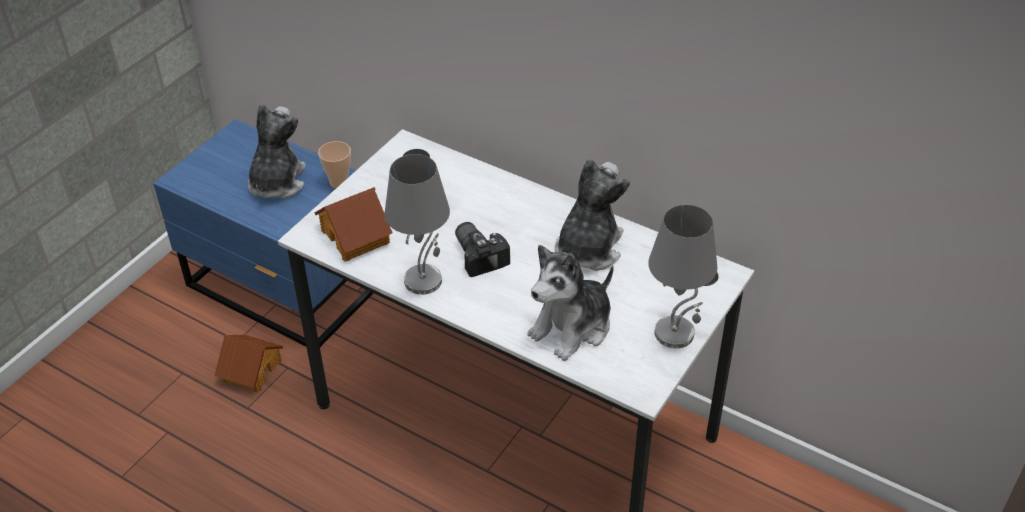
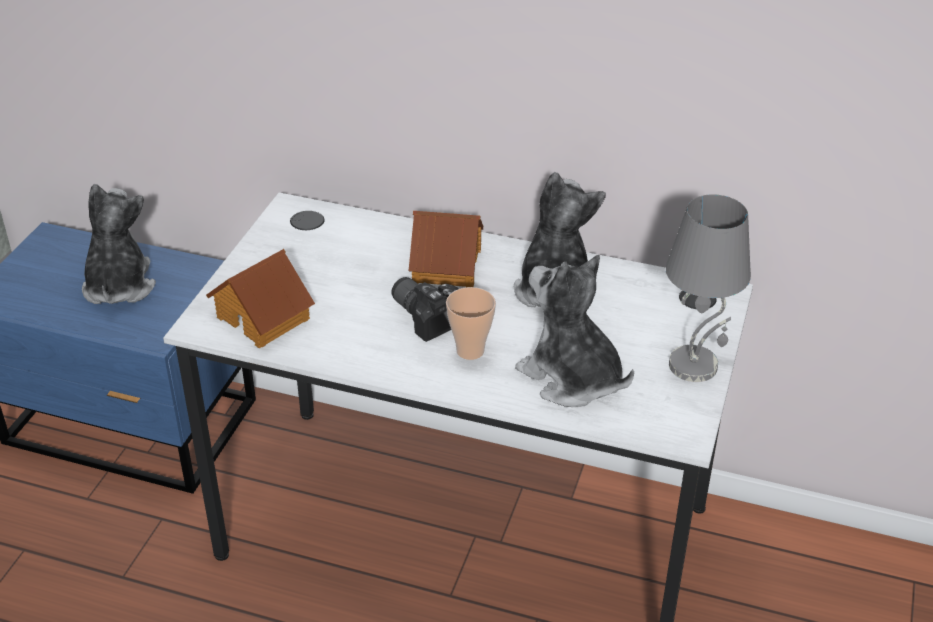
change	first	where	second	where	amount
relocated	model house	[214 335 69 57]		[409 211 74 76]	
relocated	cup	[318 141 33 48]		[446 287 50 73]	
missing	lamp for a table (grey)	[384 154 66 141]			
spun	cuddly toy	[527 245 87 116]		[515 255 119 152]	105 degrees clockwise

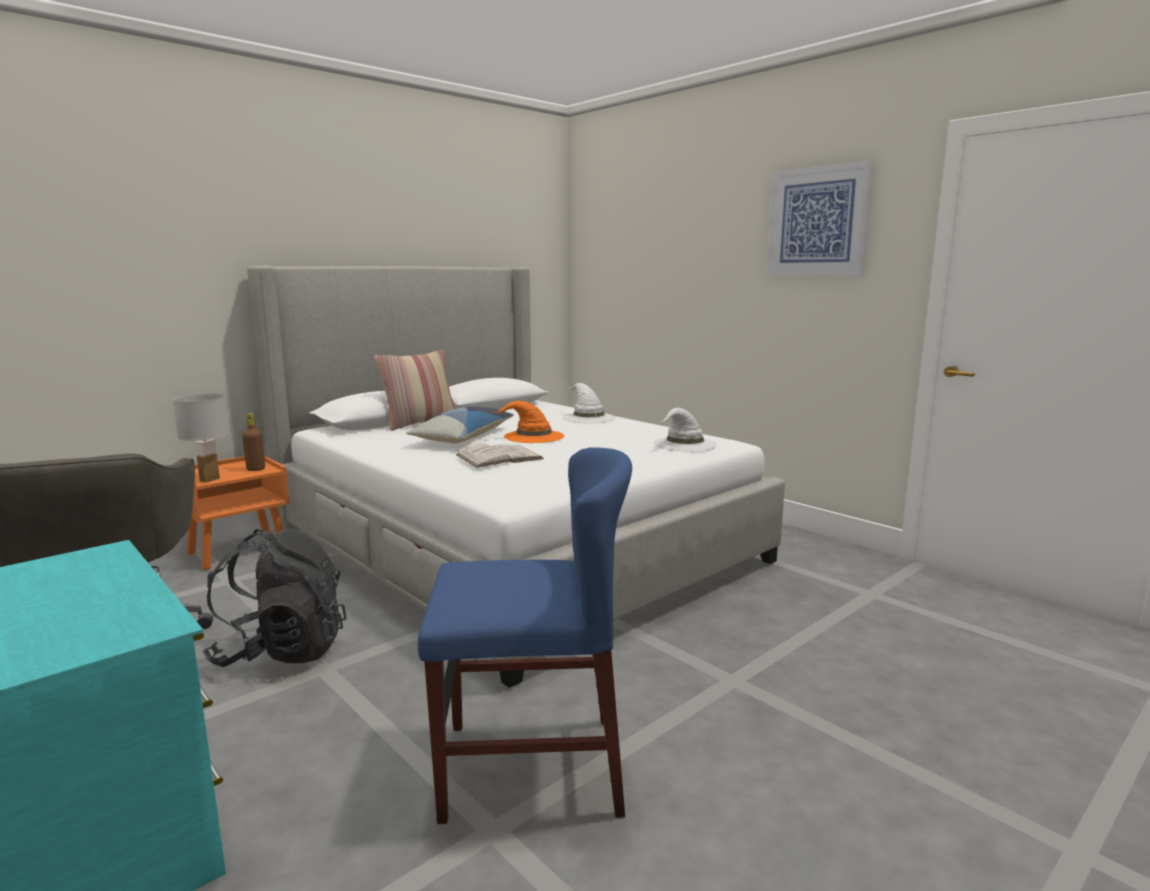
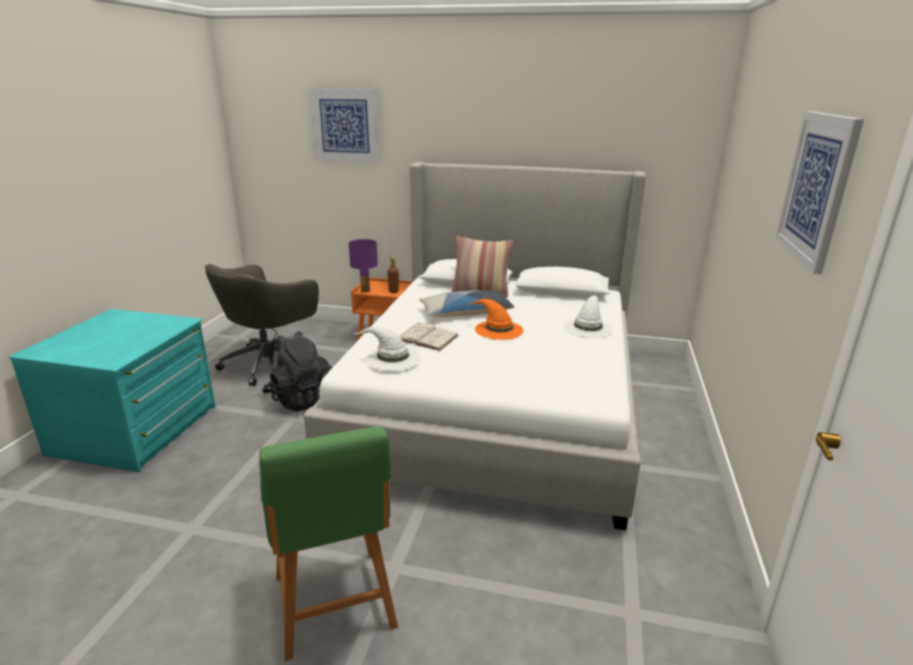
change	first	where	second	where	amount
colour	lamp for a table (whitish)	[173 393 57 89]	lamp for a table (purple-coloured)	[349 239 29 53]	
missing	plain chair (blue-coloured)	[418 447 214 377]			
relocated	hat (whitish)	[654 408 63 43]		[354 326 67 45]	
appeared			plain chair (green)	[259 426 139 235]	
appeared			picture	[309 88 70 75]	

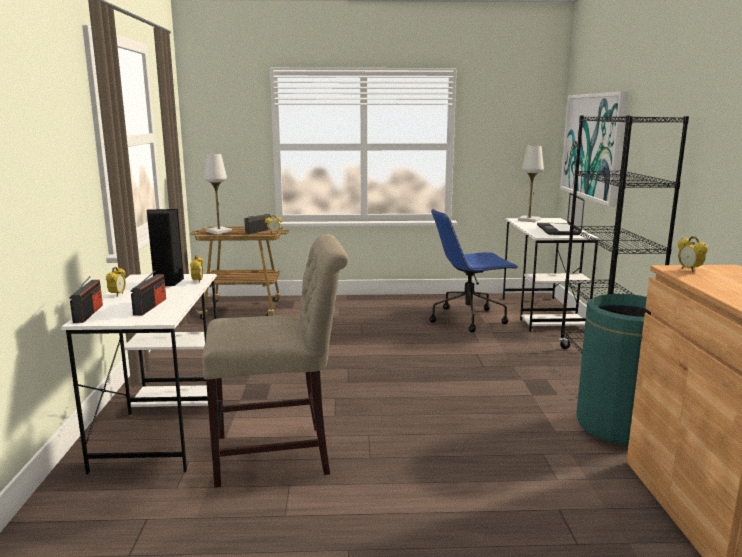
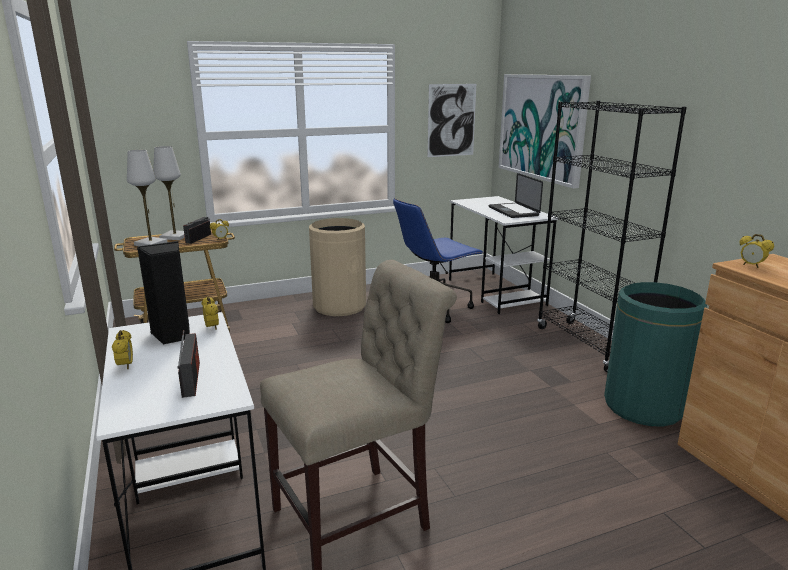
change	first	where	second	where	amount
missing	radio receiver	[70 276 33 47]			
relocated	lamp for a table (whitish)	[518 145 26 77]		[153 146 32 94]	
appeared			rubbish bin (sand-coloured)	[309 218 57 98]	
appeared			picture	[427 84 49 73]	

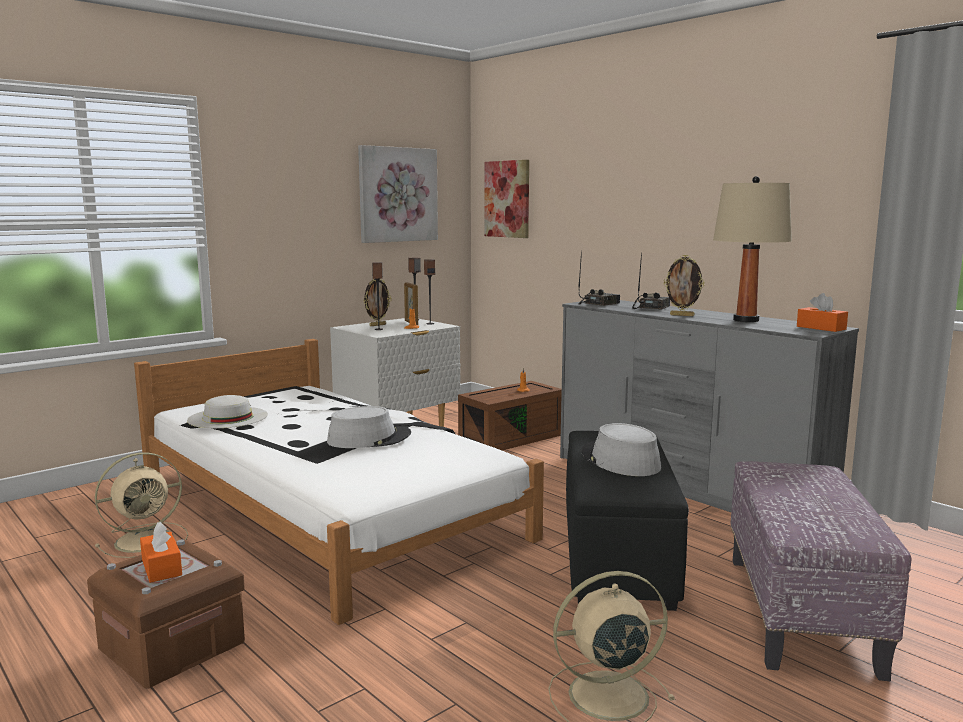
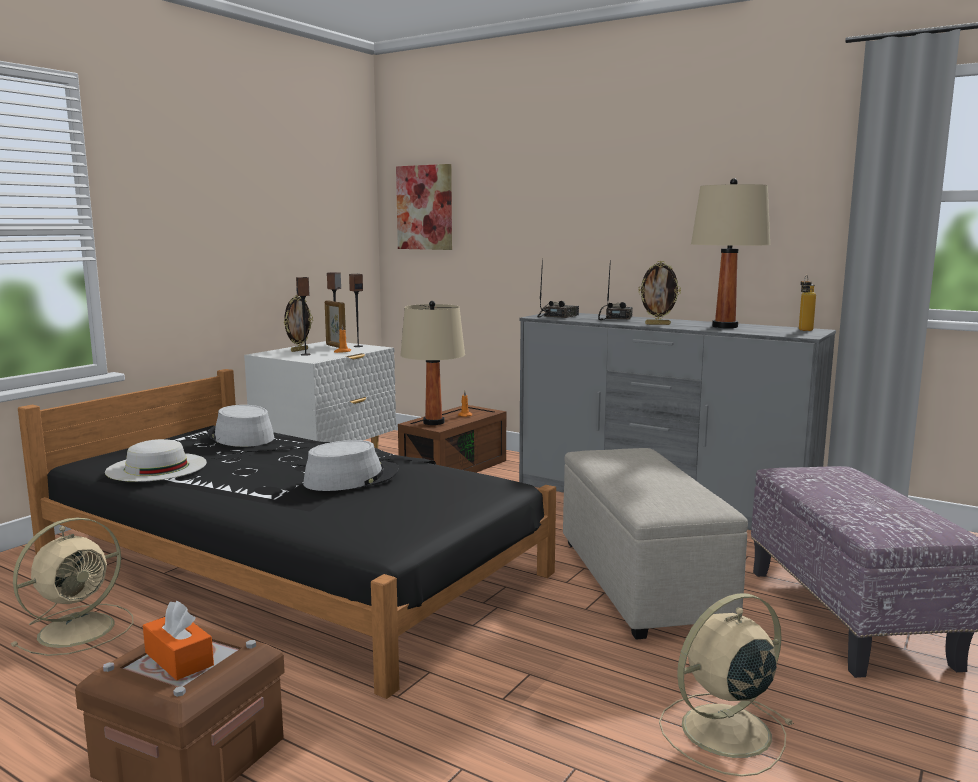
change	first	where	second	where	amount
colour	bed (whitish)	[134 339 410 286]	bed (black-coloured)	[18 369 538 330]	
missing	picture	[358 145 80 98]			
colour	ottoman (black-coloured)	[566 431 123 180]	ottoman (sand-coloured)	[563 448 185 192]	
relocated	hat (grey)	[582 423 79 53]		[208 405 66 42]	
exchanged	tissue box (orangey)	[797 293 51 39]	drink bottle	[799 275 17 56]	
appeared			lamp for a table (sand-coloured)	[400 301 65 124]	

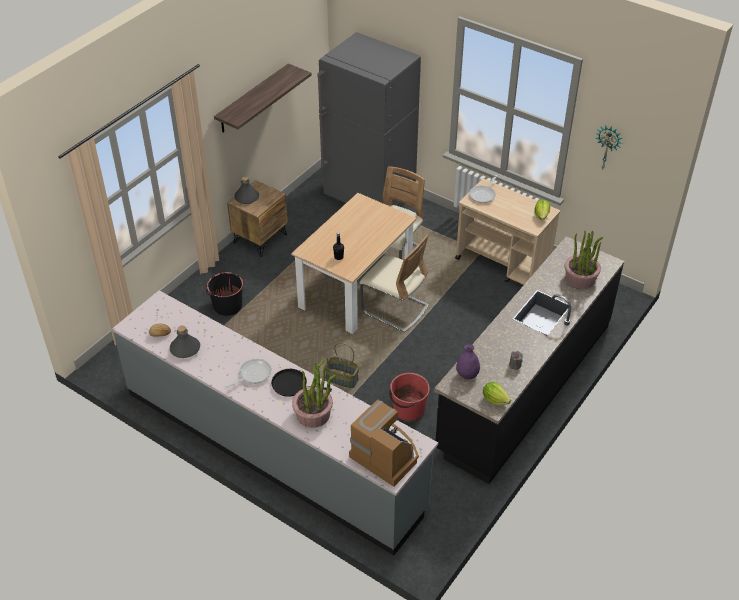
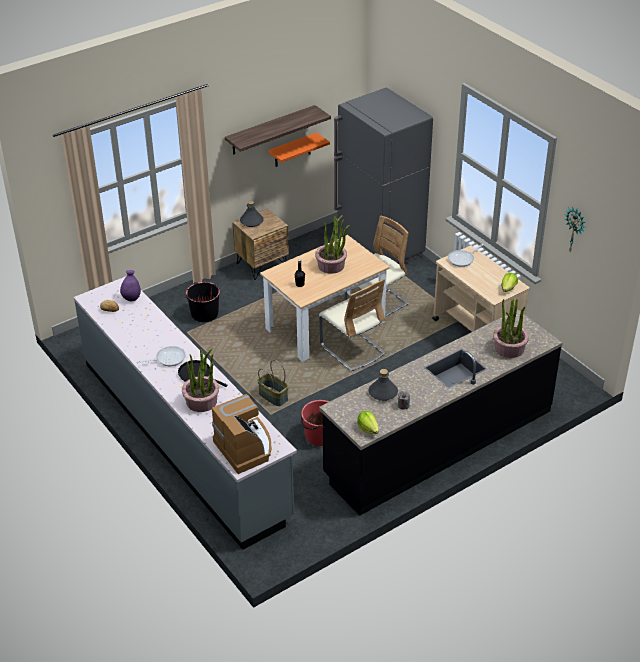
change	first	where	second	where	amount
relocated	drink bottle (grey)	[170 326 30 32]		[369 369 29 32]	
relocated	vase (purple-coloured)	[456 344 24 36]		[120 270 21 31]	
appeared			bracket shelf (orangey)	[268 132 62 35]	
appeared			plant in a pot	[315 215 35 59]	

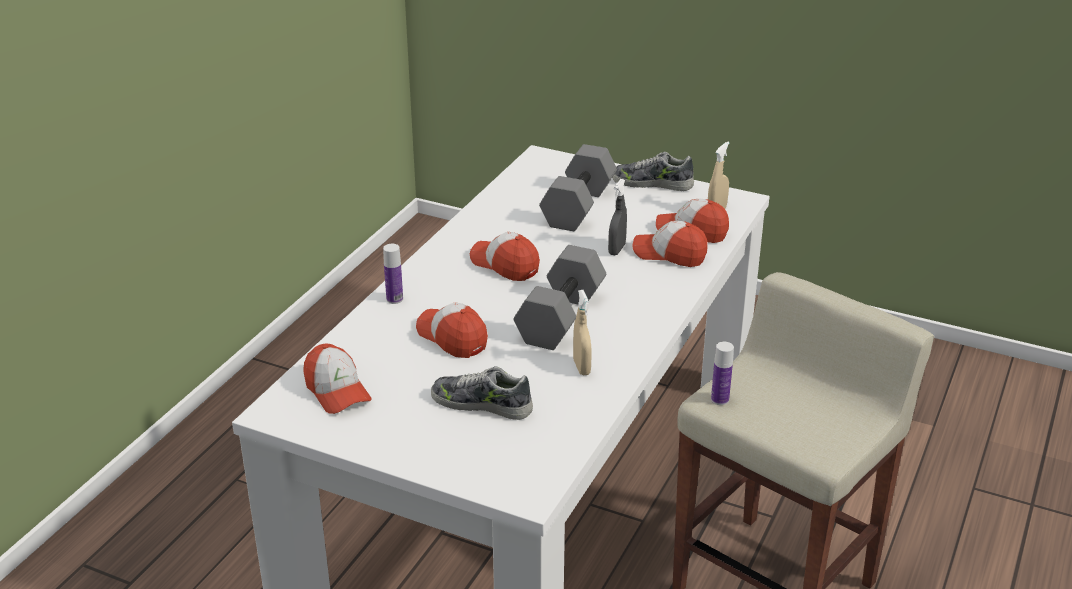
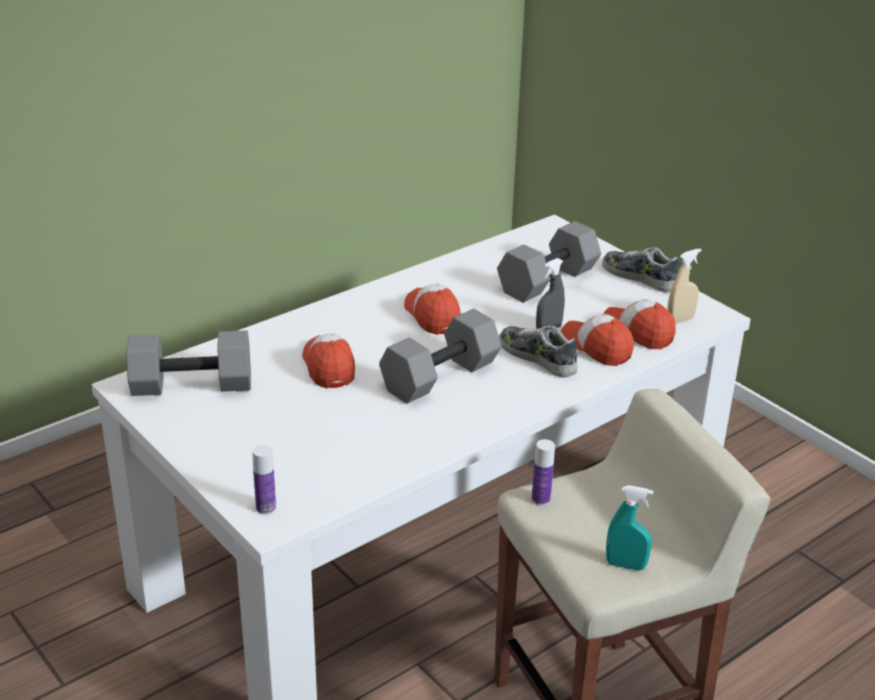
change	first	where	second	where	amount
exchanged	baseball cap	[303 343 69 71]	hand weight (grey)	[126 330 125 66]	
relocated	drink bottle	[383 244 20 60]		[252 445 24 70]	
relocated	shoe	[431 366 102 54]		[499 326 79 51]	
missing	spray bottle (sand-coloured)	[573 290 19 85]			
appeared			spray bottle (turquoise)	[606 485 47 86]	

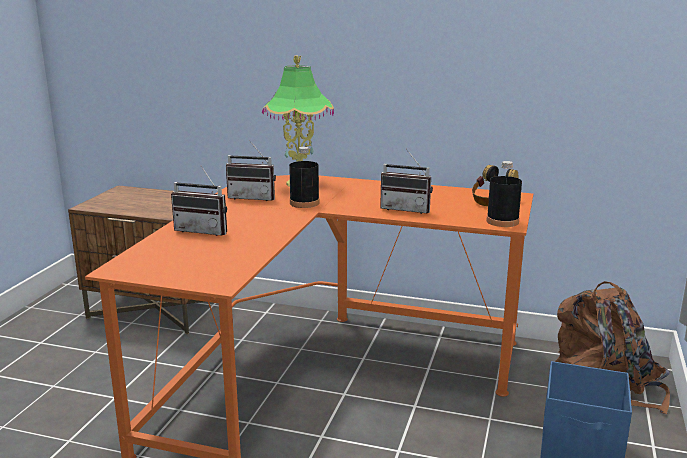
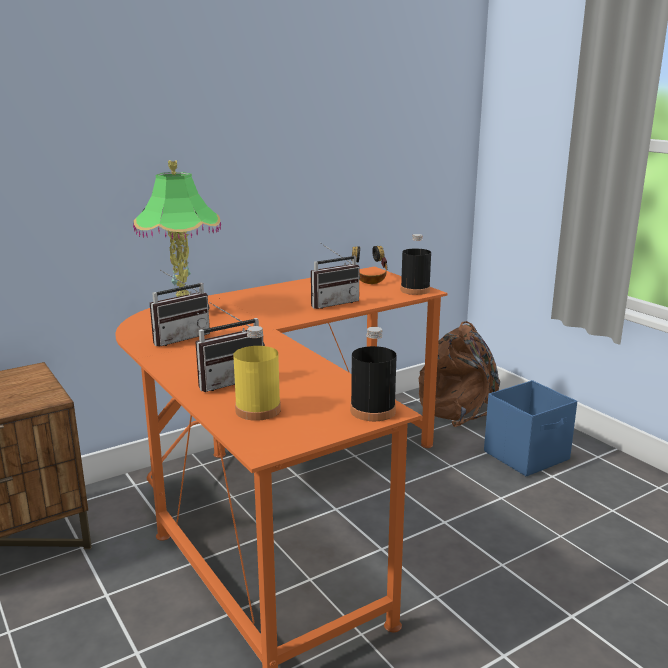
change	first	where	second	where	amount
relocated	drink bottle (black-coloured)	[289 147 30 61]		[350 327 47 94]	
appeared			drink bottle (yellow)	[233 326 48 95]	

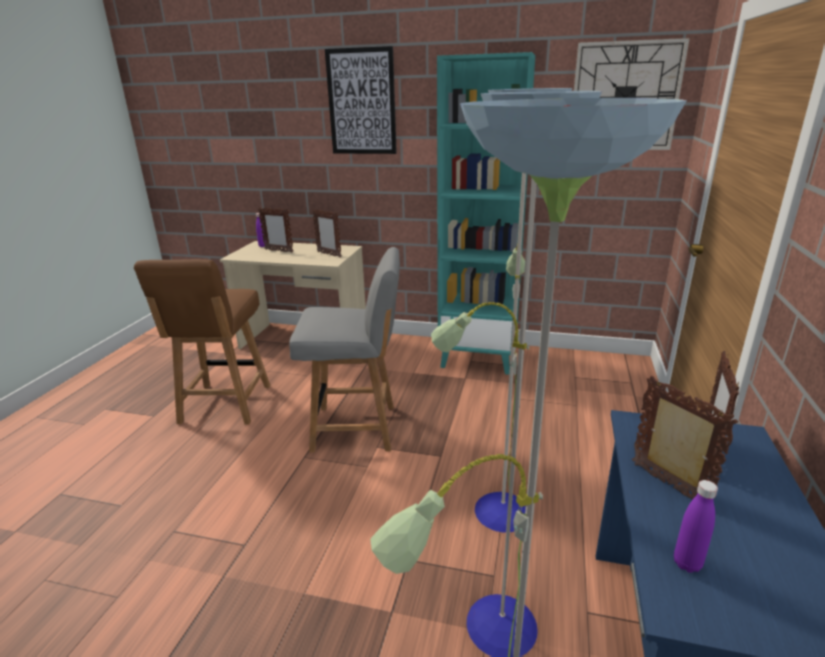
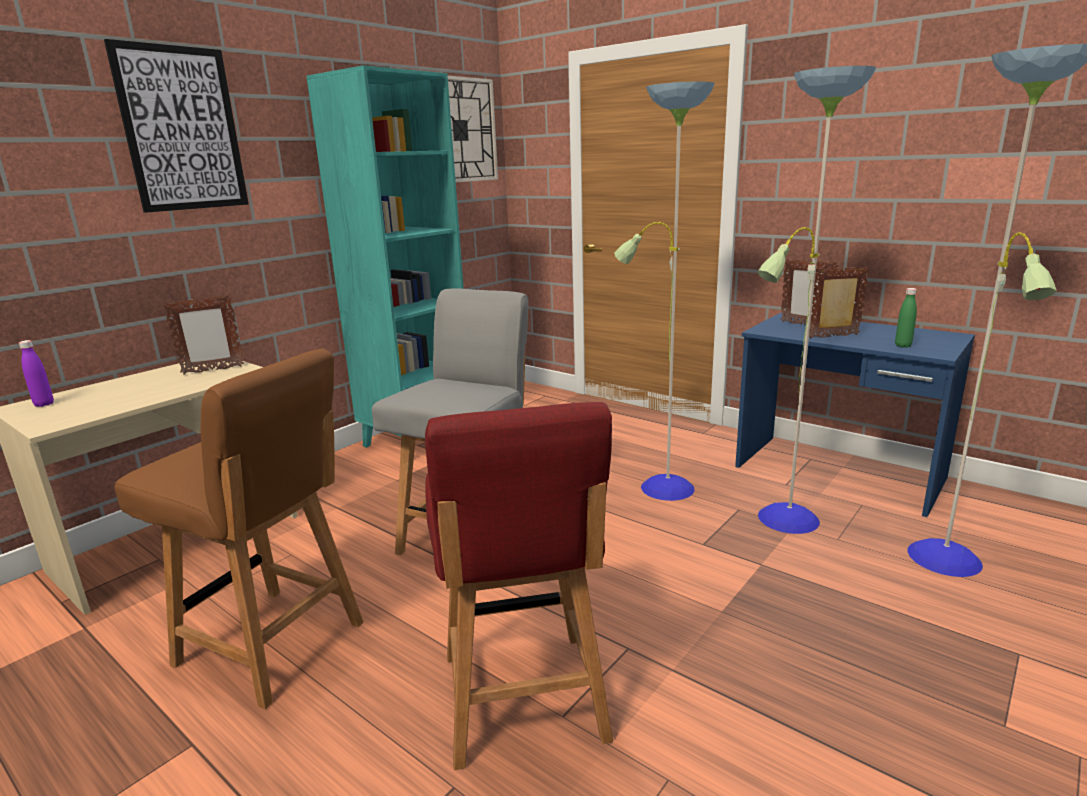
change	first	where	second	where	amount
missing	photo frame	[258 208 35 45]			
colour	drink bottle (purple-coloured)	[674 480 44 93]	drink bottle (green)	[895 288 22 60]	
appeared			plain chair (reddish)	[425 402 188 368]	

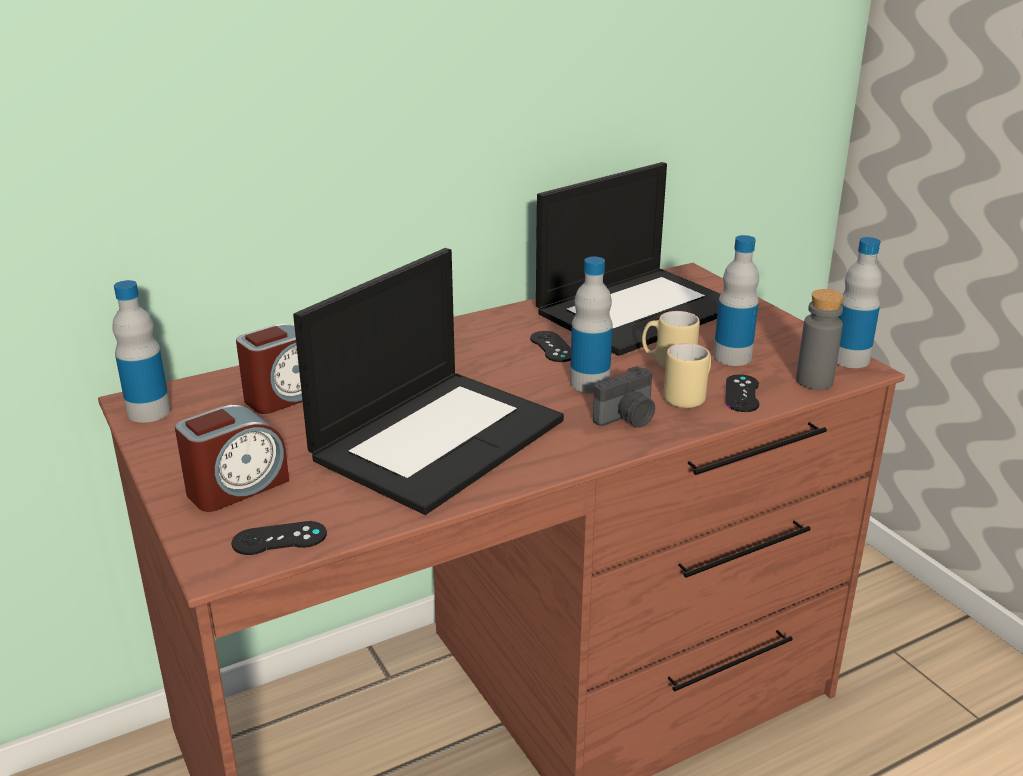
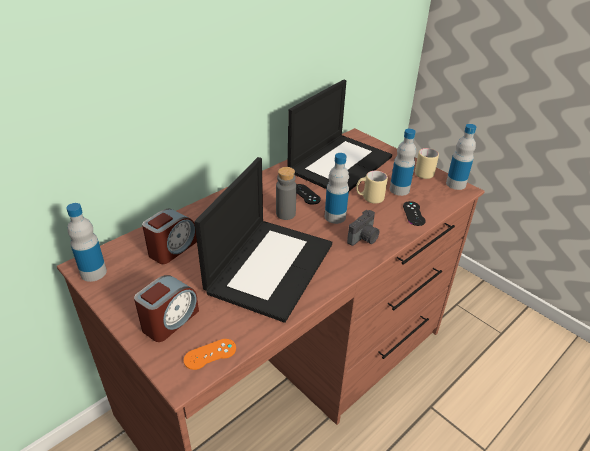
change	first	where	second	where	amount
colour	joypad (black-coloured)	[231 521 96 34]	joypad (orangey)	[184 339 52 31]	
relocated	mug (sand-coloured)	[664 343 47 65]		[415 148 24 31]	
relocated	drink bottle (grey)	[796 289 48 101]		[276 167 21 53]	

